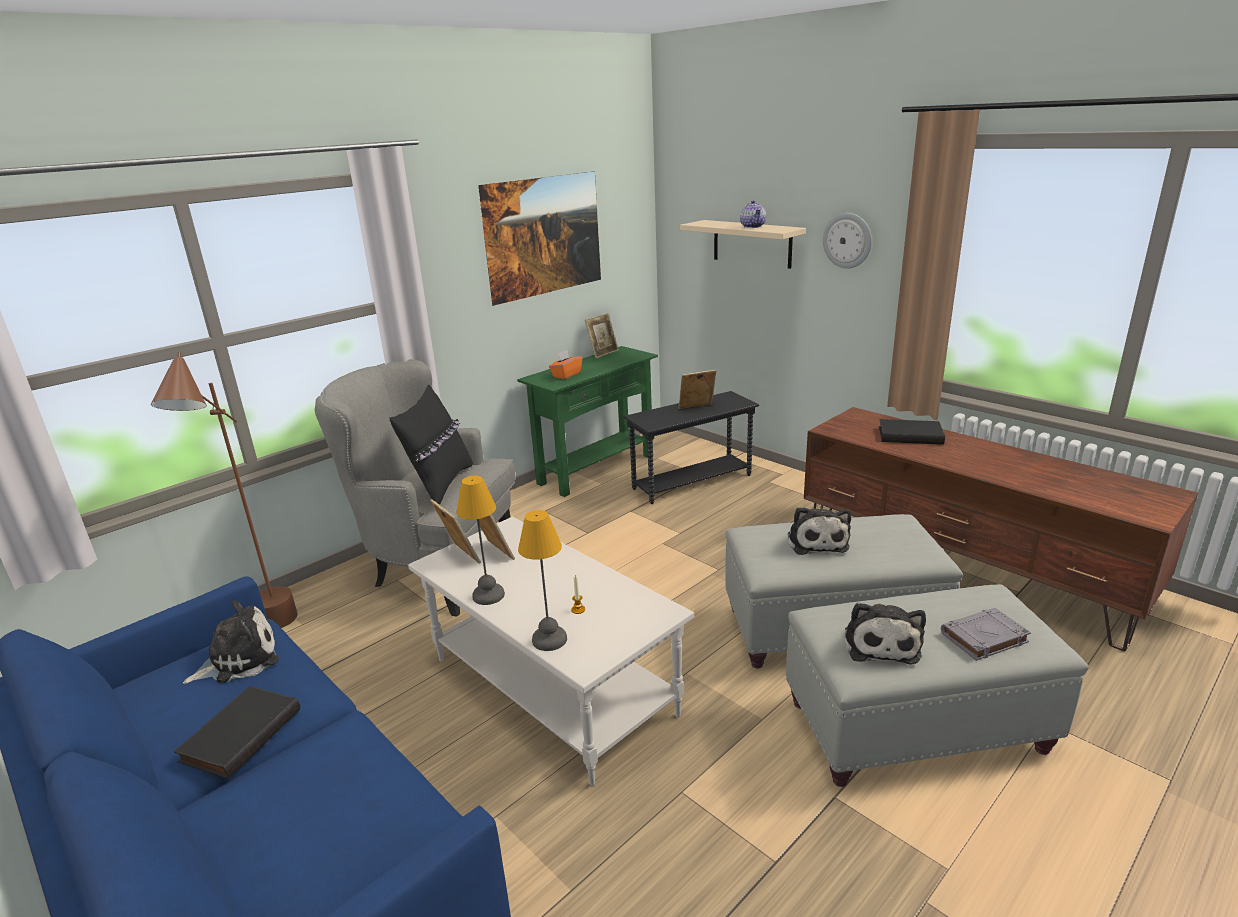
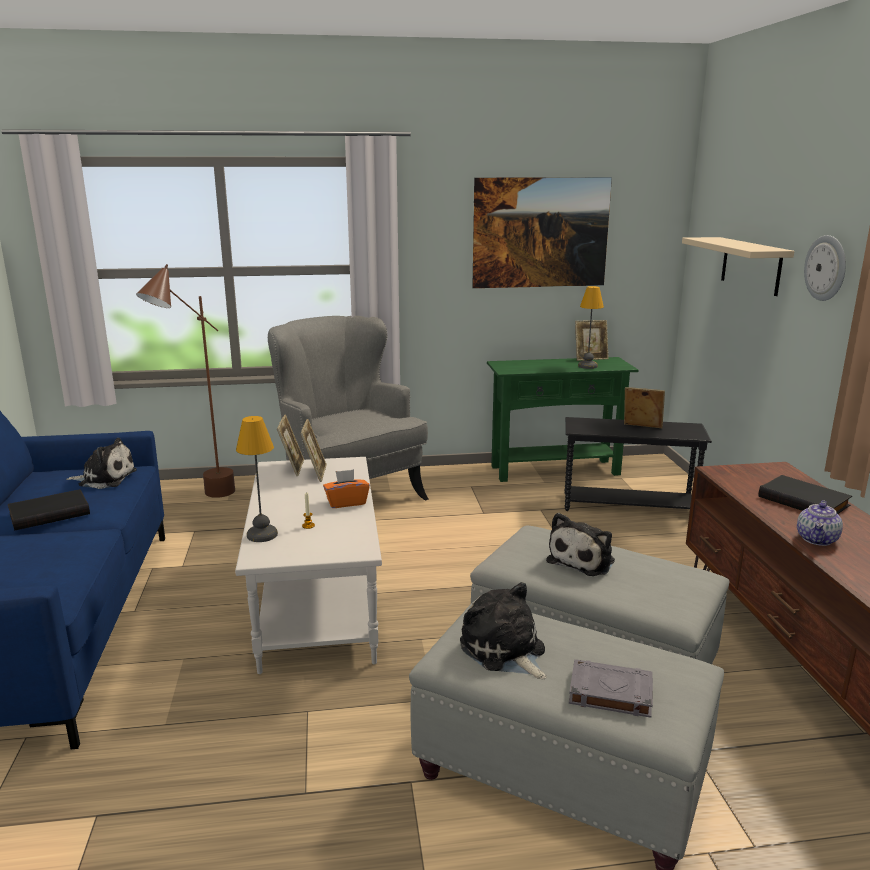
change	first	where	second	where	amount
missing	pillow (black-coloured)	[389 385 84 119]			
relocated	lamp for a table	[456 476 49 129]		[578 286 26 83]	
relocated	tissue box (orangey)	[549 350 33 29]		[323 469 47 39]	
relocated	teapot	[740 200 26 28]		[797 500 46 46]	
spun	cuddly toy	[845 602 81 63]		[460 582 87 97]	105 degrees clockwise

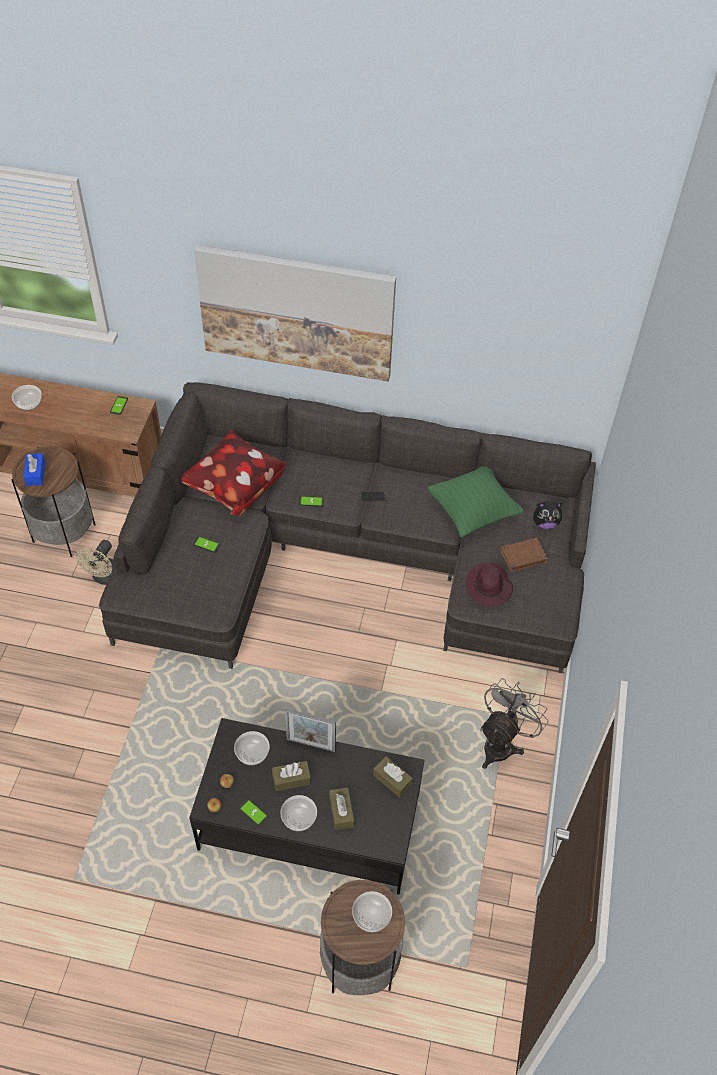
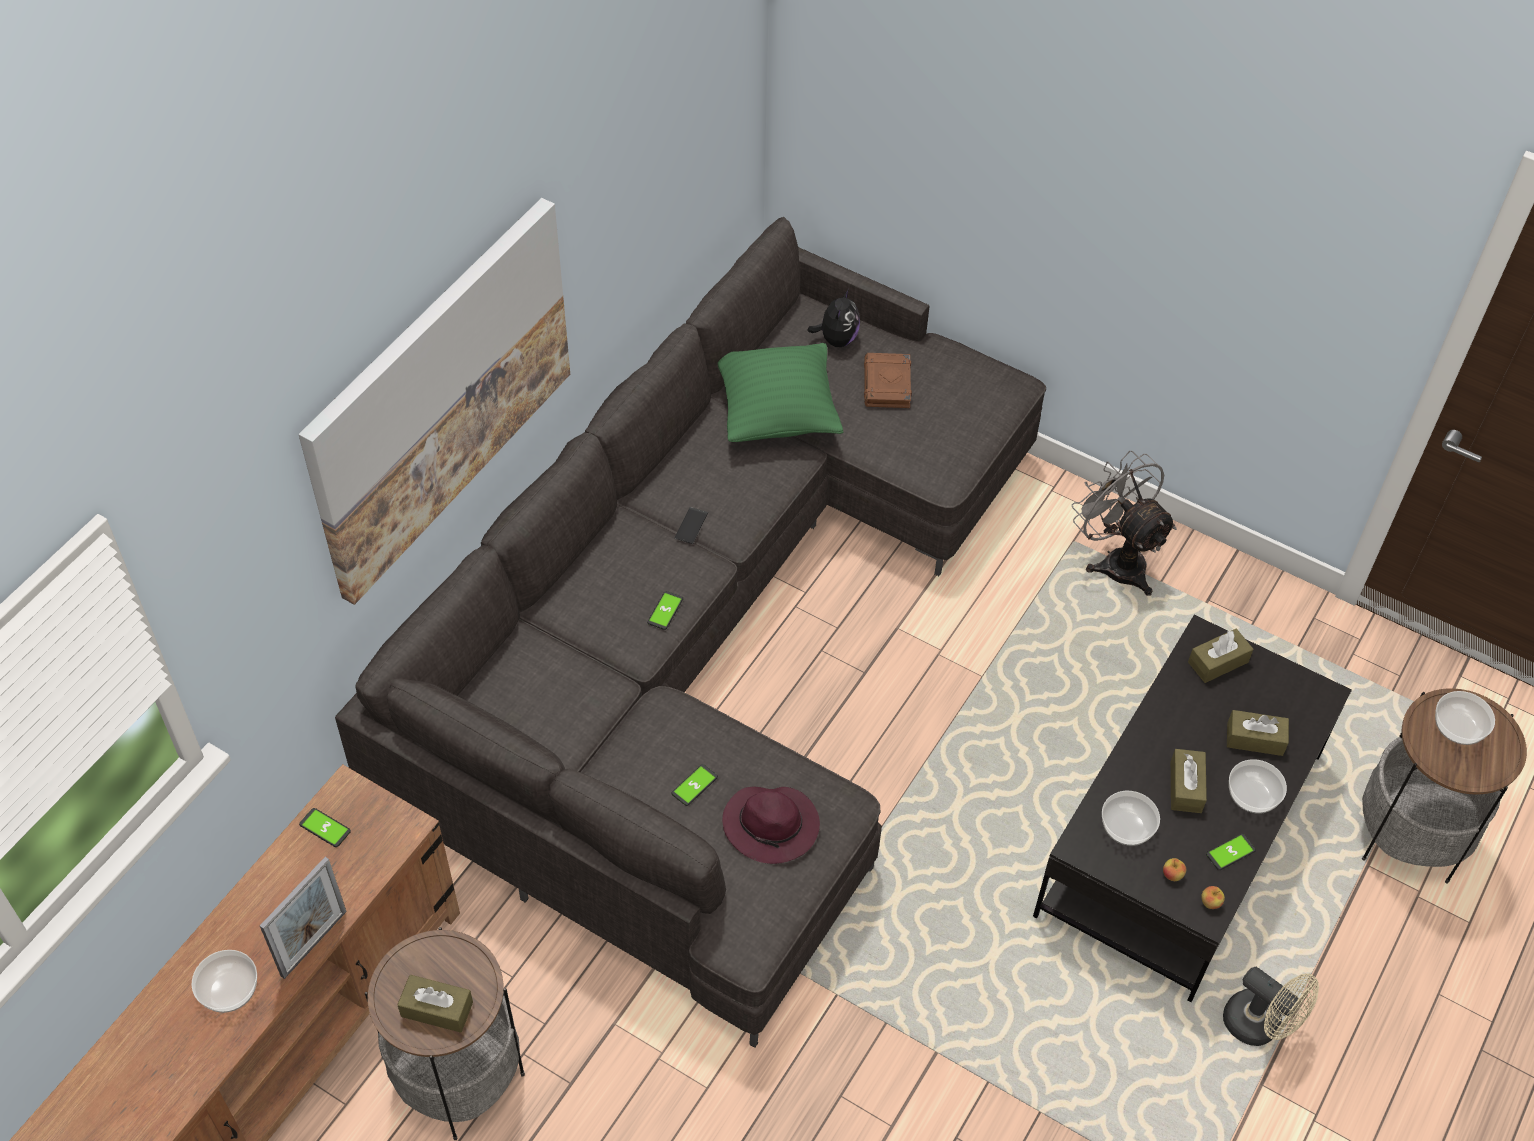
change	first	where	second	where	amount
colour	tissue box (blue-coloured)	[23 453 22 33]	tissue box (brown-coloured)	[397 975 76 58]	
relocated	electric fan (sand-coloured)	[76 540 41 45]		[1223 967 96 79]	
missing	pillow	[181 430 105 86]			
relocated	photo frame	[285 708 51 44]		[260 857 87 122]	
relocated	hat (purple-coloured)	[465 562 48 45]		[722 786 98 78]	

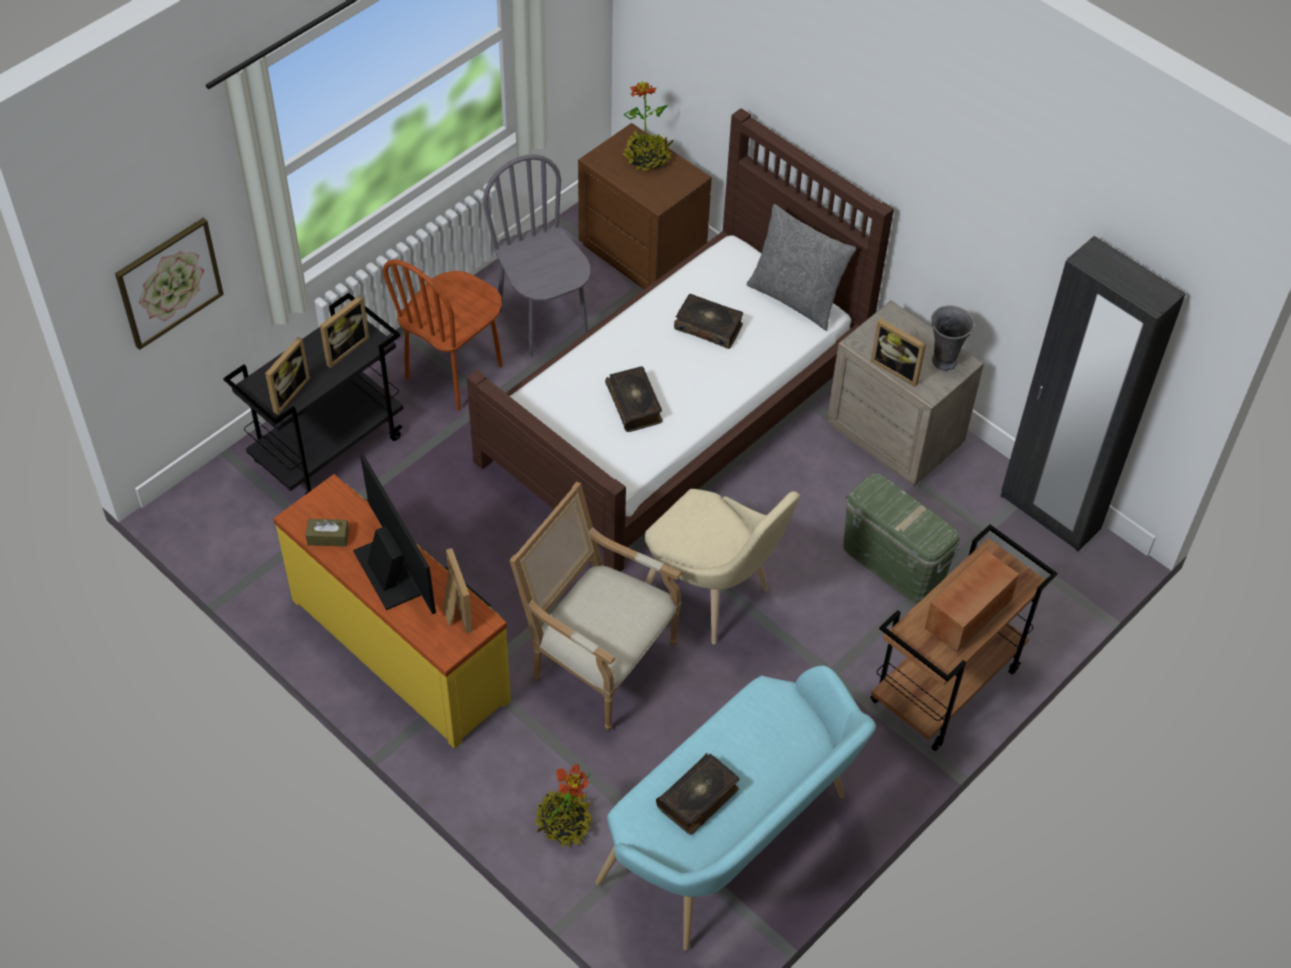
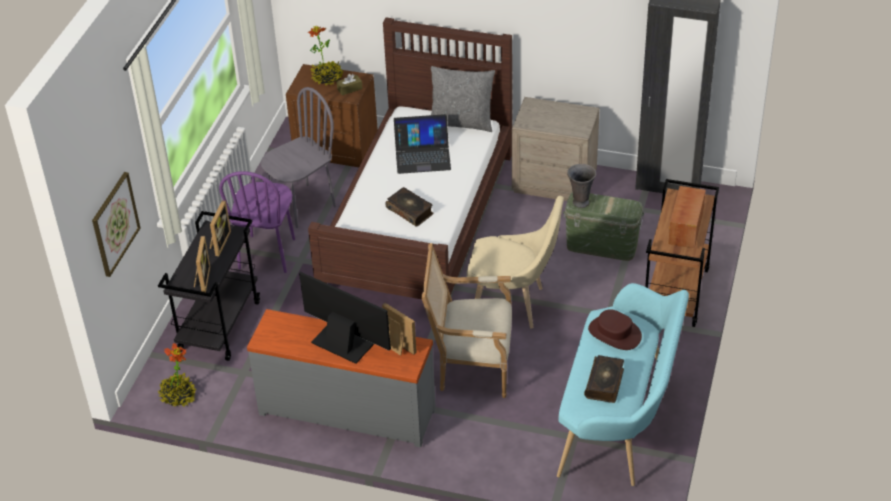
change	first	where	second	where	amount
colour	drawer chest (yellow)	[273 474 238 275]	drawer chest (grey)	[247 309 189 139]	
relocated	tissue box (brown-coloured)	[306 519 43 27]		[337 74 26 21]	
colour	plain chair (brown-coloured)	[383 259 120 152]	plain chair (purple-coloured)	[219 171 76 102]	
spun	plain chair (grey)	[483 155 108 202]		[260 87 76 141]	105 degrees clockwise
relocated	plant in a pot	[535 764 57 84]		[157 343 40 64]	
exchanged	book	[674 294 69 55]	laptop	[394 114 57 60]	
missing	photo frame	[871 319 55 68]			
relocated	vase (grey)	[931 305 44 66]		[567 164 29 44]	
appeared			hat (brown-coloured)	[588 309 54 41]	

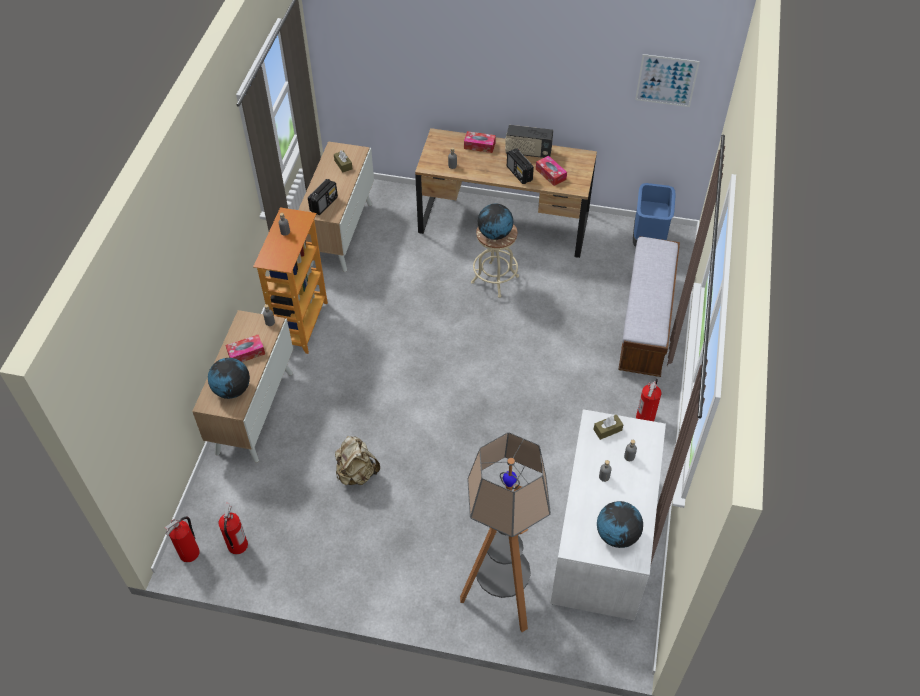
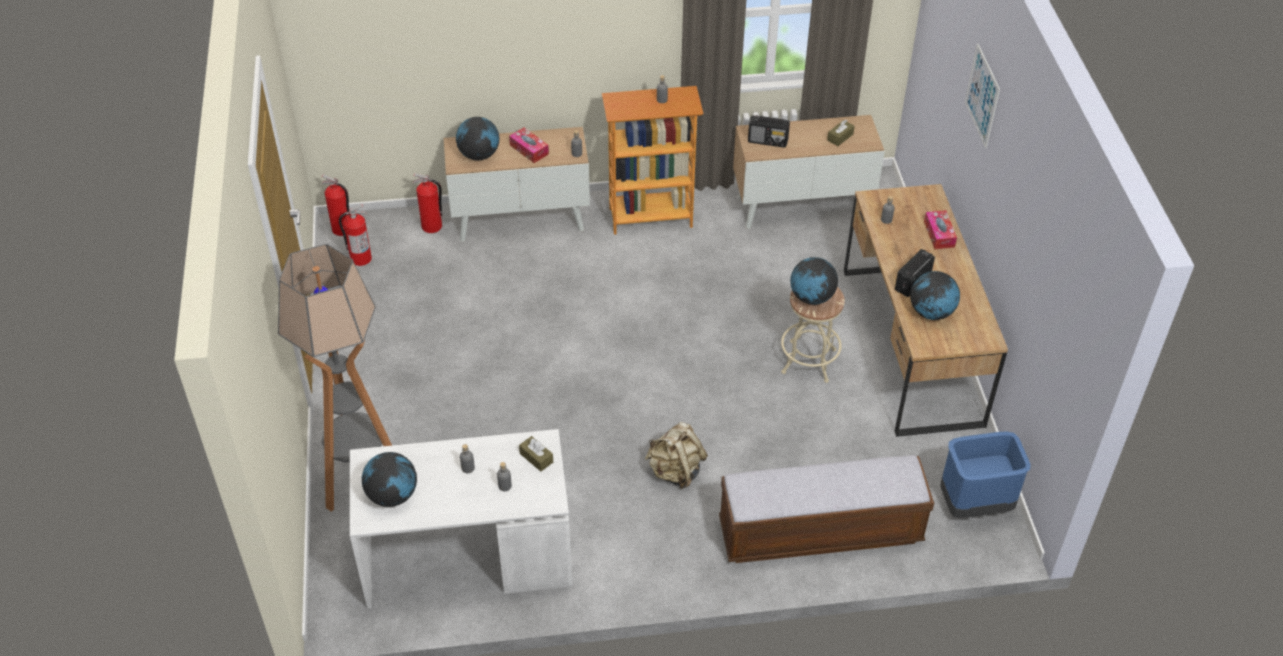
change	first	where	second	where	amount
relocated	knapsack (sand-coloured)	[335 436 45 49]		[645 422 63 67]	
missing	radio receiver	[505 125 48 33]			
exchanged	tissue box	[536 156 31 30]	desk globe	[910 271 50 49]	
relocated	picture	[635 54 65 53]		[965 43 35 105]	
relocated	fire-fighting cylinder	[636 378 25 43]		[413 173 29 60]	

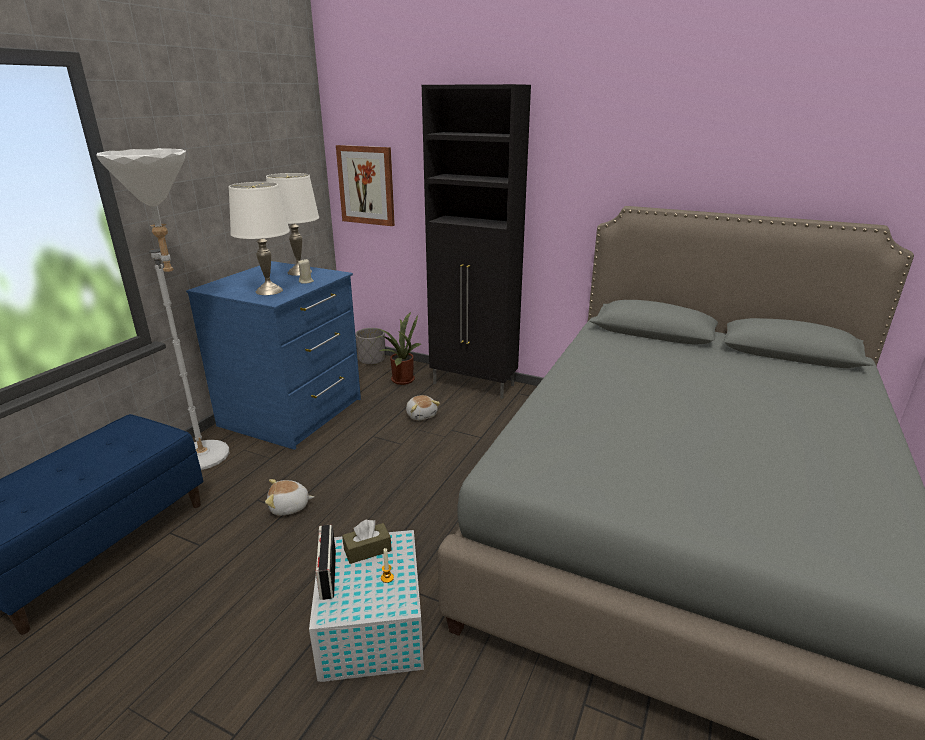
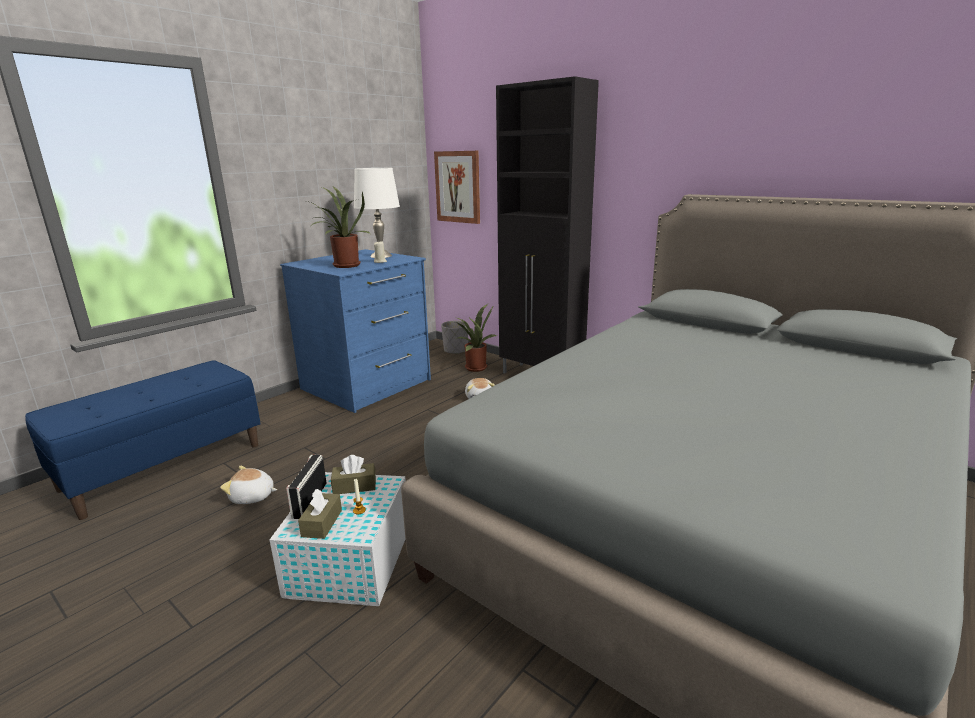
change	first	where	second	where	amount
missing	standard lamp (whitish)	[96 148 133 322]			
exchanged	lamp for a table (whitish)	[229 182 61 113]	plant in a pot	[307 186 63 82]	
relocated	cuddly toy	[265 479 49 36]		[220 466 57 38]	
appeared			tissue box (brown-coloured)	[298 489 44 50]	

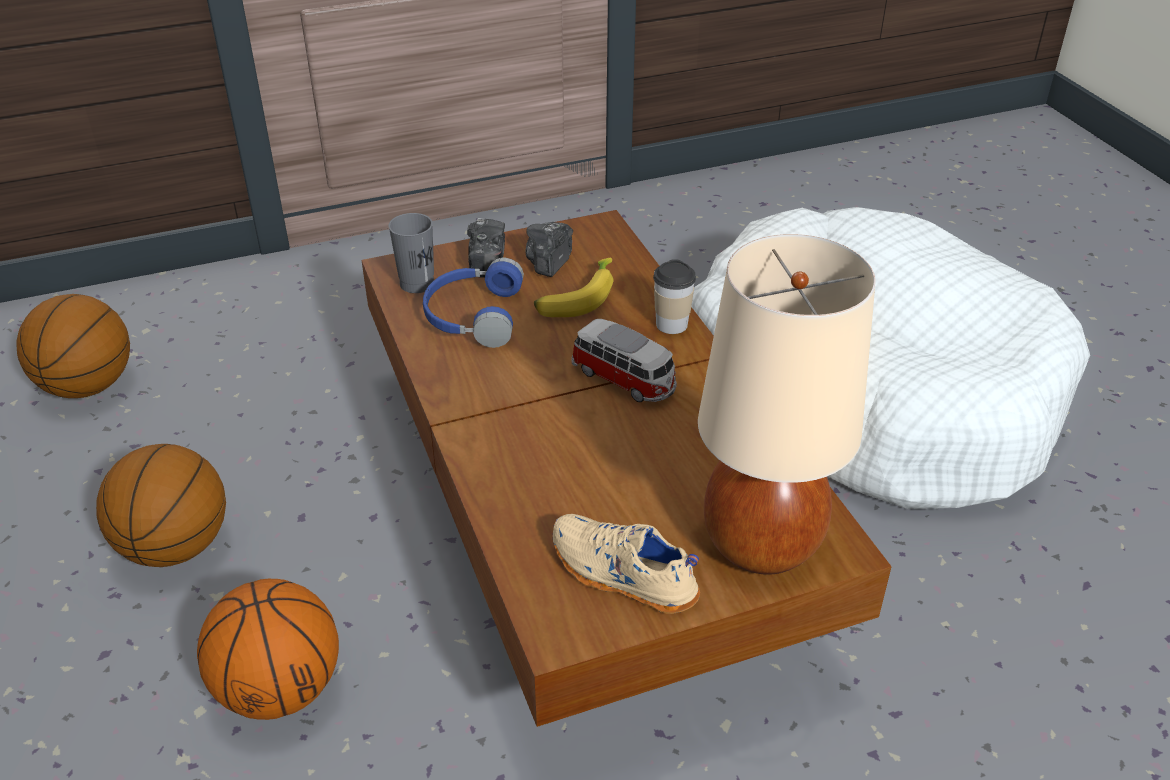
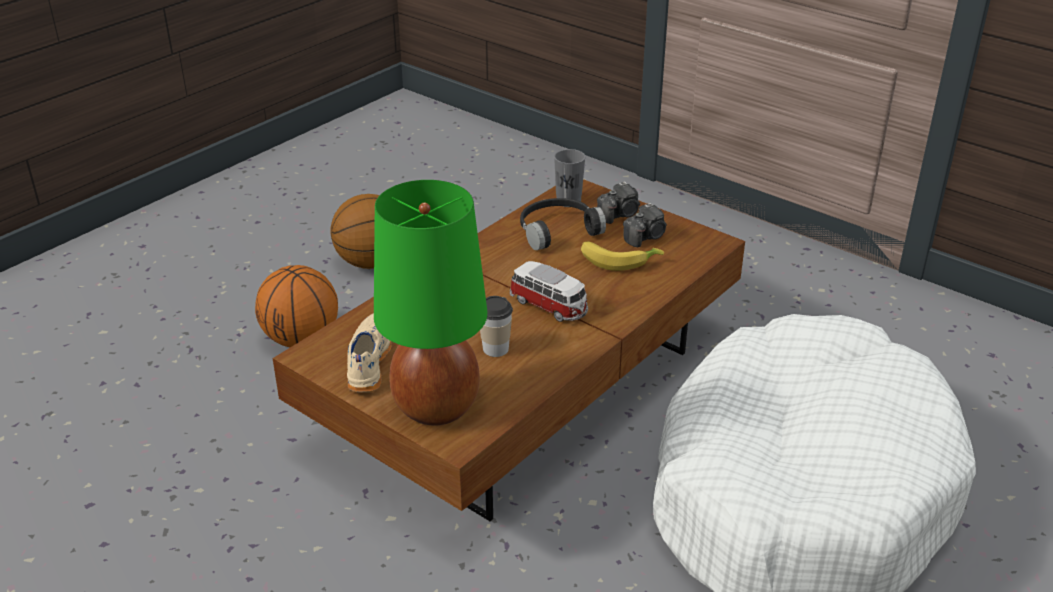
change	first	where	second	where	amount
missing	basketball	[16 294 114 104]			
colour	headphones (blue-coloured)	[423 258 101 90]	headphones (black-coloured)	[520 198 86 52]	
spun	photo camera	[525 222 48 55]		[623 203 44 44]	150 degrees clockwise
spun	toy car	[571 319 106 83]		[510 261 78 61]	60 degrees counterclockwise
relocated	cup	[653 259 43 75]		[480 296 33 61]	
colour	lamp for a table (sand-coloured)	[698 234 178 341]	lamp for a table (green)	[374 180 113 245]	

